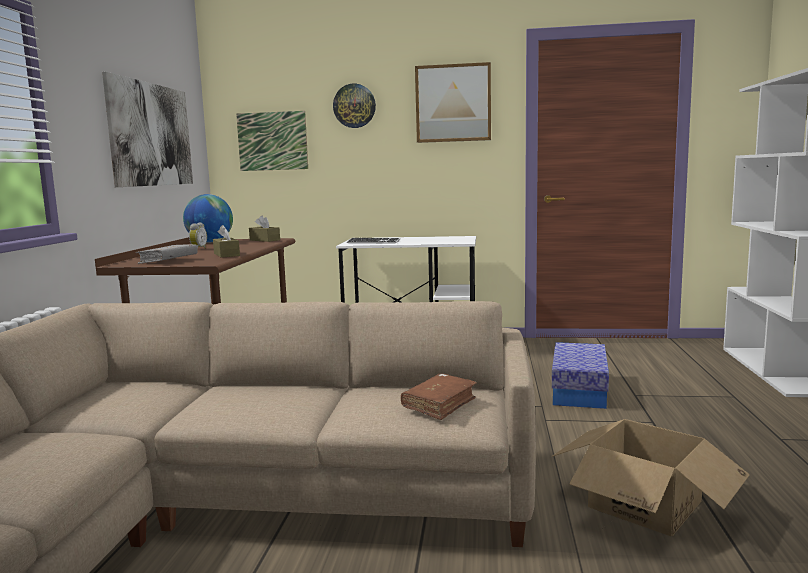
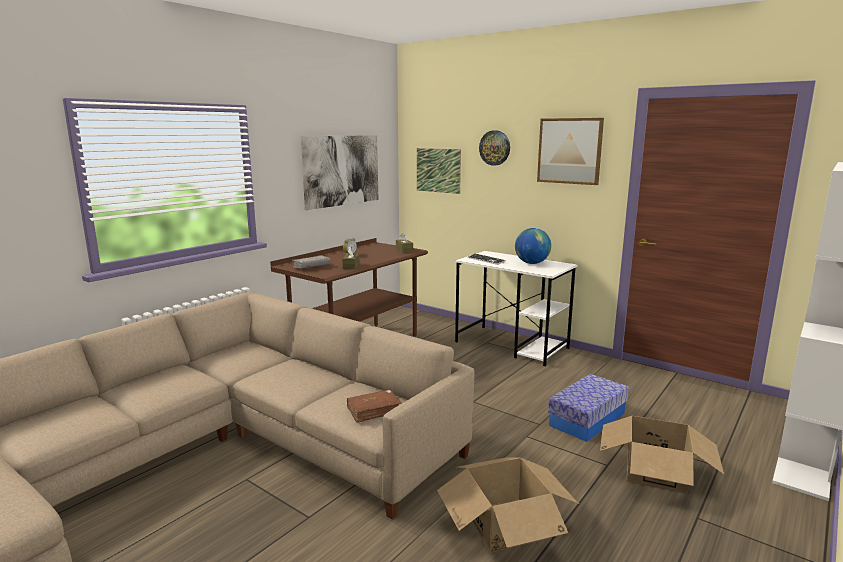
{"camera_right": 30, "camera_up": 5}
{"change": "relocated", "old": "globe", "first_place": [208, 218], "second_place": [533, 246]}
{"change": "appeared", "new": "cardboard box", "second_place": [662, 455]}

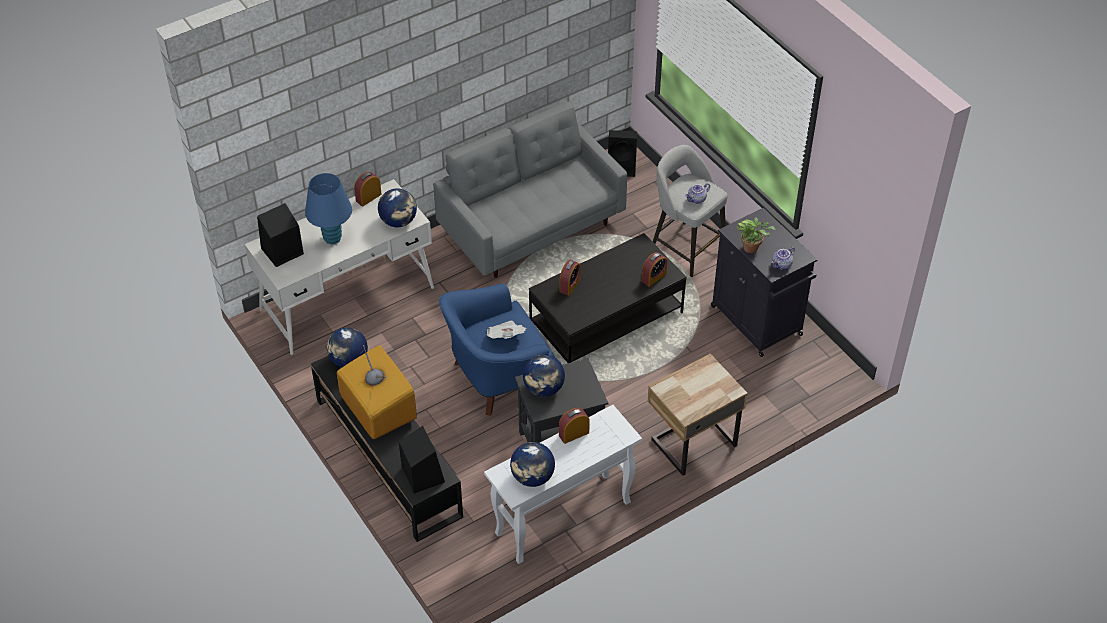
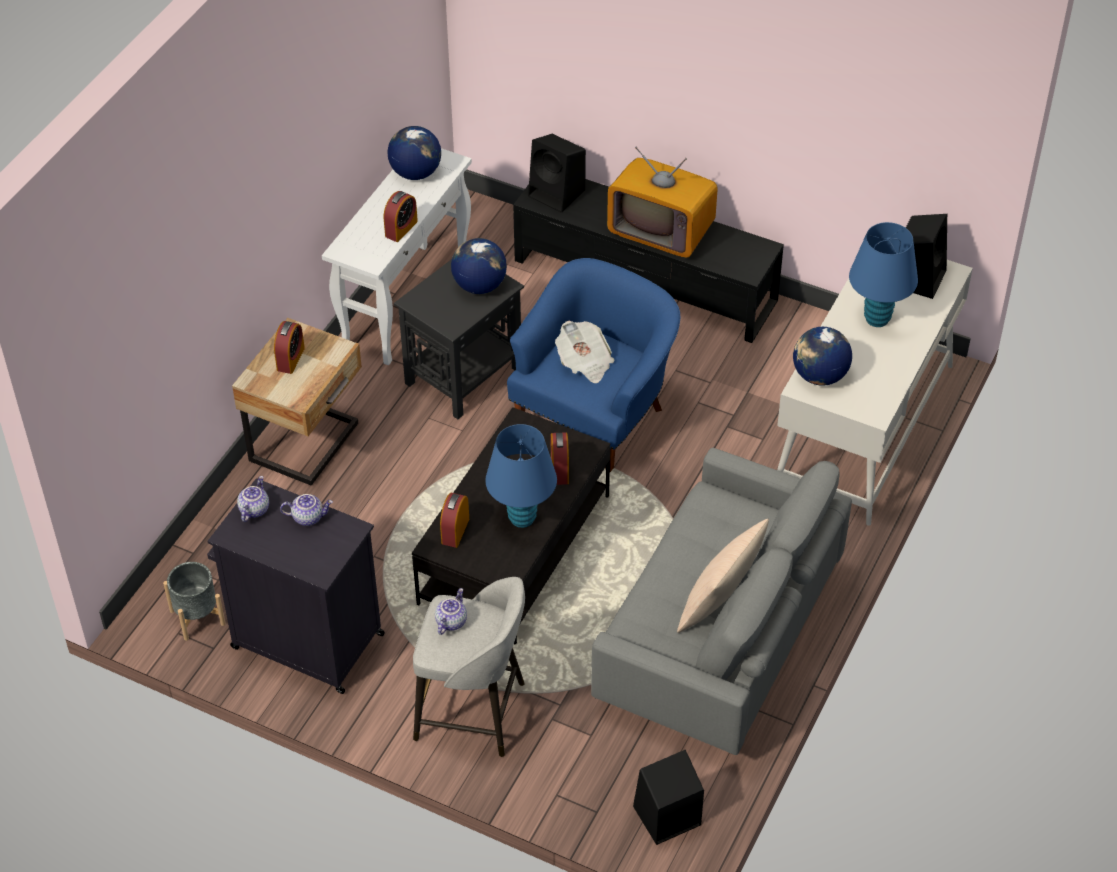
{"camera_right": 150, "camera_up": 0}
{"change": "relocated", "old": "alarm clock", "first_place": [368, 189], "second_place": [289, 347]}
{"change": "exchanged", "old": "potted plant", "new": "teapot", "first_place": [756, 235], "second_place": [306, 510]}
{"change": "missing", "old": "globe", "first_place": [347, 347]}
{"change": "appeared", "new": "blue table lamp", "second_place": [521, 476]}
{"change": "appeared", "new": "beige pillow", "second_place": [723, 576]}
{"change": "appeared", "new": "grey planter", "second_place": [194, 601]}

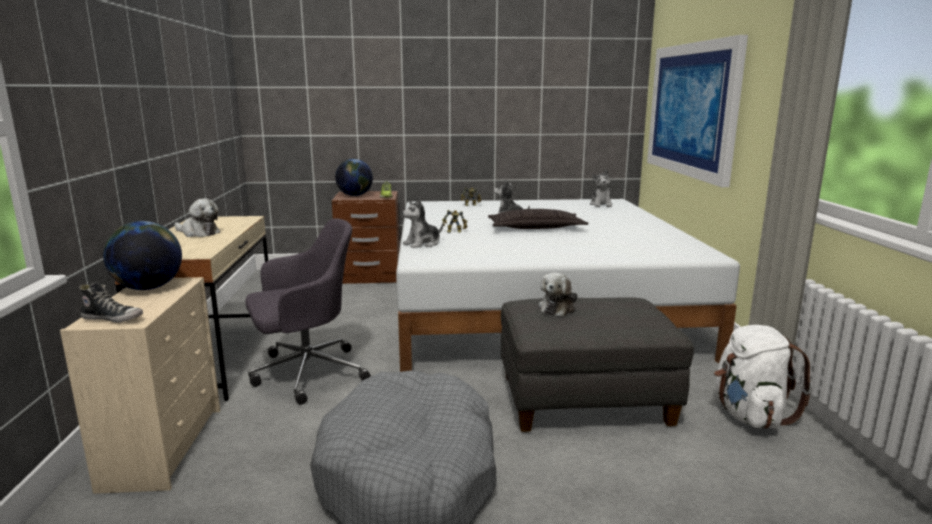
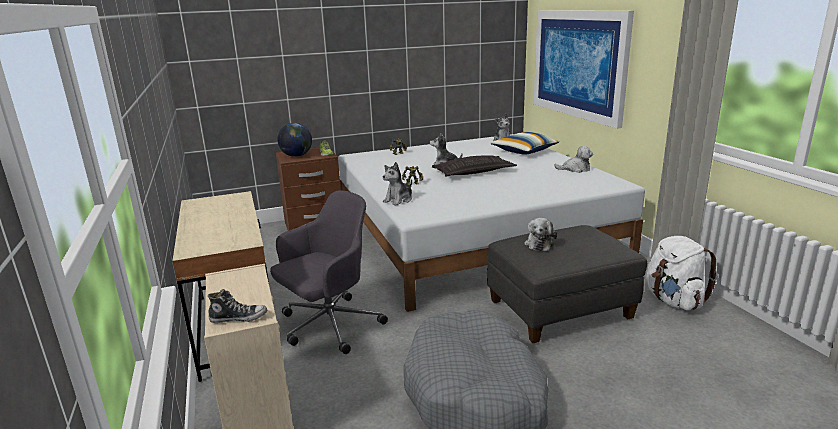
{"camera_right": -15, "camera_up": 5}
{"change": "relocated", "old": "plush toy", "first_place": [197, 218], "second_place": [573, 159]}
{"change": "missing", "old": "globe", "first_place": [142, 255]}
{"change": "appeared", "new": "pillow", "second_place": [524, 143]}

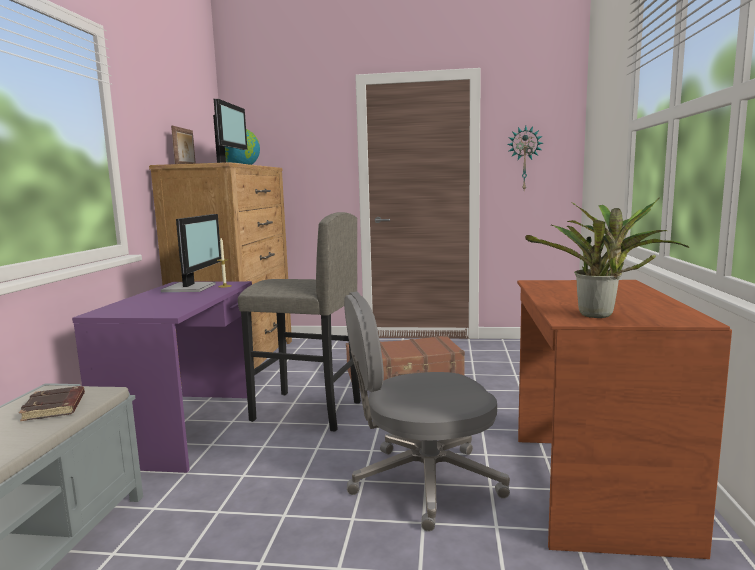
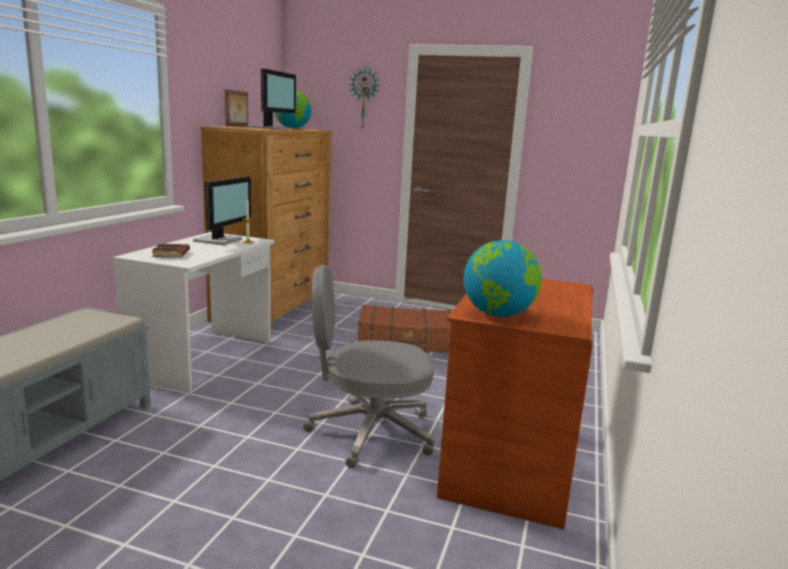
{"camera_right": 10, "camera_up": 5}
{"change": "relocated", "old": "wall clock", "first_place": [525, 158], "second_place": [364, 99]}
{"change": "exchanged", "old": "potted plant", "new": "globe", "first_place": [607, 257], "second_place": [502, 278]}
{"change": "missing", "old": "grey stool", "first_place": [299, 322]}
{"change": "colour", "old": "purple desk", "new": "white desk", "first_place": [162, 377], "second_place": [193, 312]}
{"change": "relocated", "old": "brown book", "first_place": [52, 403], "second_place": [171, 251]}

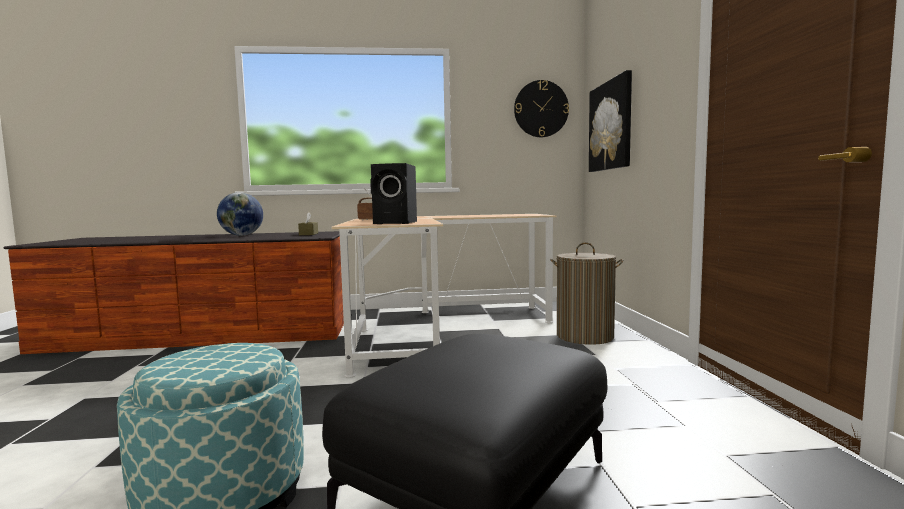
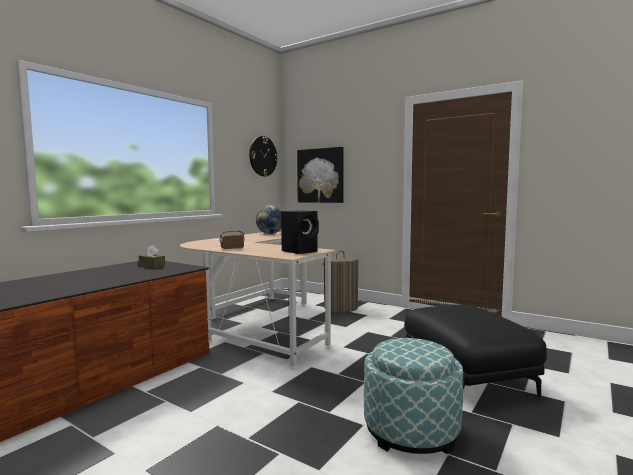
{"camera_right": -50, "camera_up": 0}
{"change": "relocated", "old": "globe", "first_place": [240, 214], "second_place": [268, 219]}

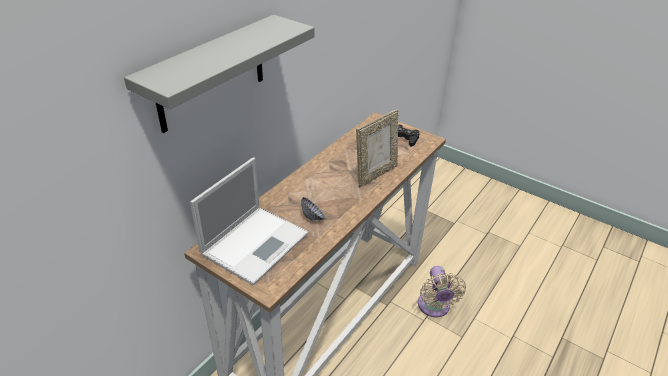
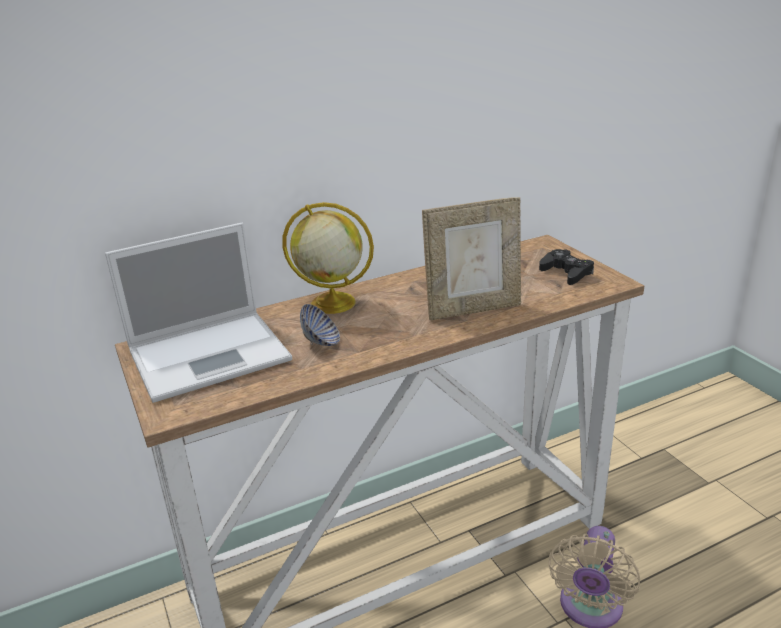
{"camera_right": 30, "camera_up": -10}
{"change": "missing", "old": "grey shelf", "first_place": [219, 74]}
{"change": "appeared", "new": "globe", "second_place": [328, 258]}

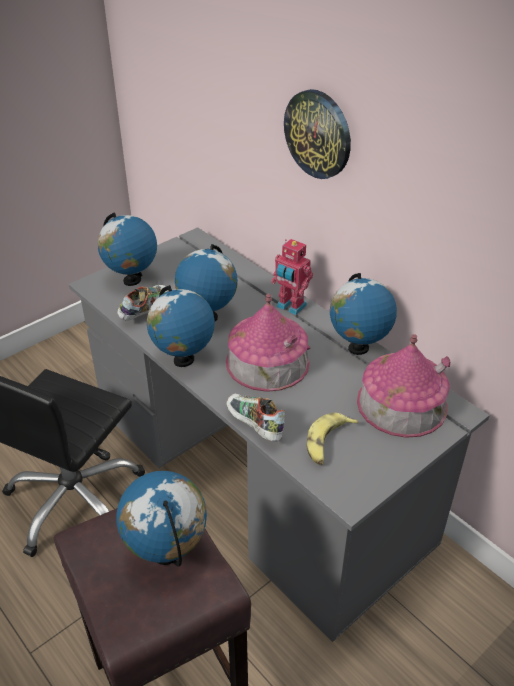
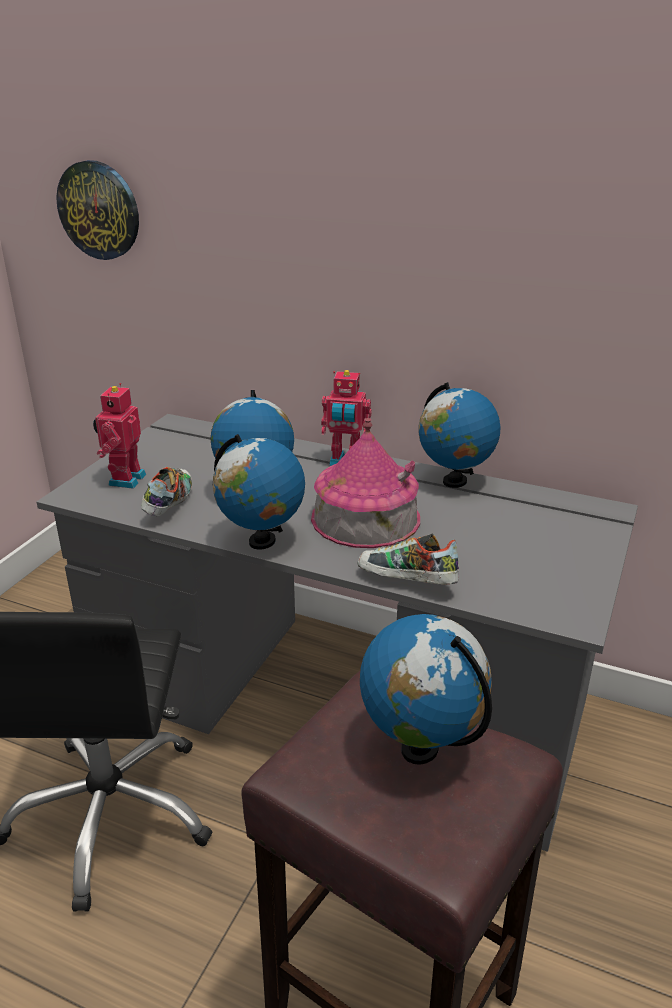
{"camera_right": -25, "camera_up": -10}
{"change": "relocated", "old": "wall clock", "first_place": [317, 134], "second_place": [97, 210]}
{"change": "exchanged", "old": "globe", "new": "toy robot", "first_place": [127, 249], "second_place": [119, 436]}
{"change": "missing", "old": "toy house", "first_place": [403, 386]}
{"change": "missing", "old": "banana", "first_place": [332, 439]}

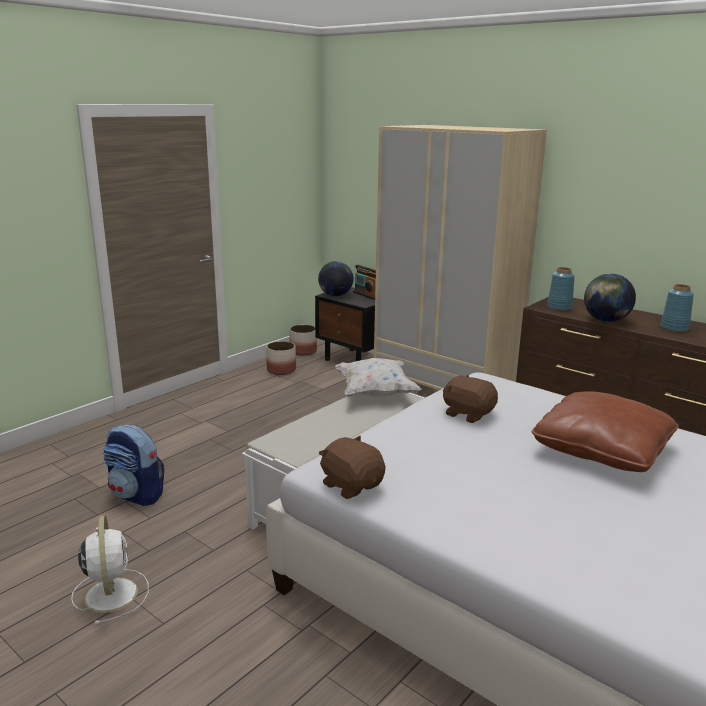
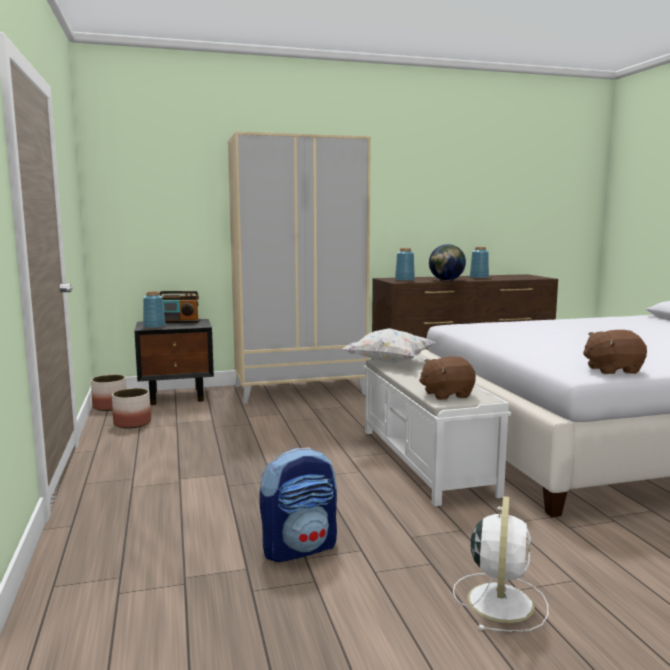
{"camera_right": -55, "camera_up": -10}
{"change": "exchanged", "old": "globe", "new": "blue vase", "first_place": [335, 278], "second_place": [154, 310]}
{"change": "relocated", "old": "brown plush toy", "first_place": [470, 399], "second_place": [447, 378]}
{"change": "missing", "old": "brown pillow", "first_place": [605, 432]}
{"change": "spun", "old": "white fan", "first_place": [110, 570], "second_place": [500, 564], "degrees": 90}

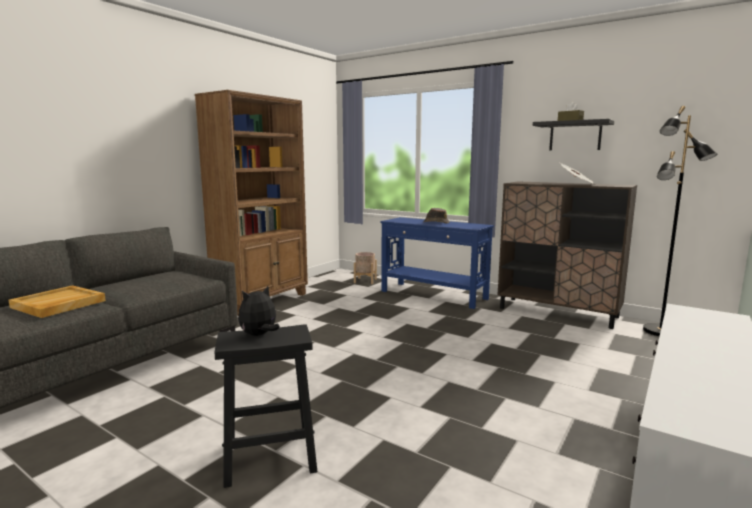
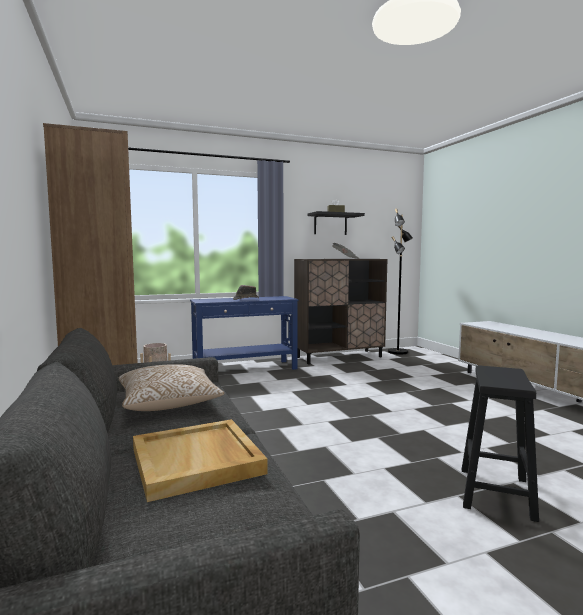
{"camera_right": -55, "camera_up": -5}
{"change": "missing", "old": "plush toy", "first_place": [259, 311]}
{"change": "appeared", "new": "pillow", "second_place": [171, 387]}

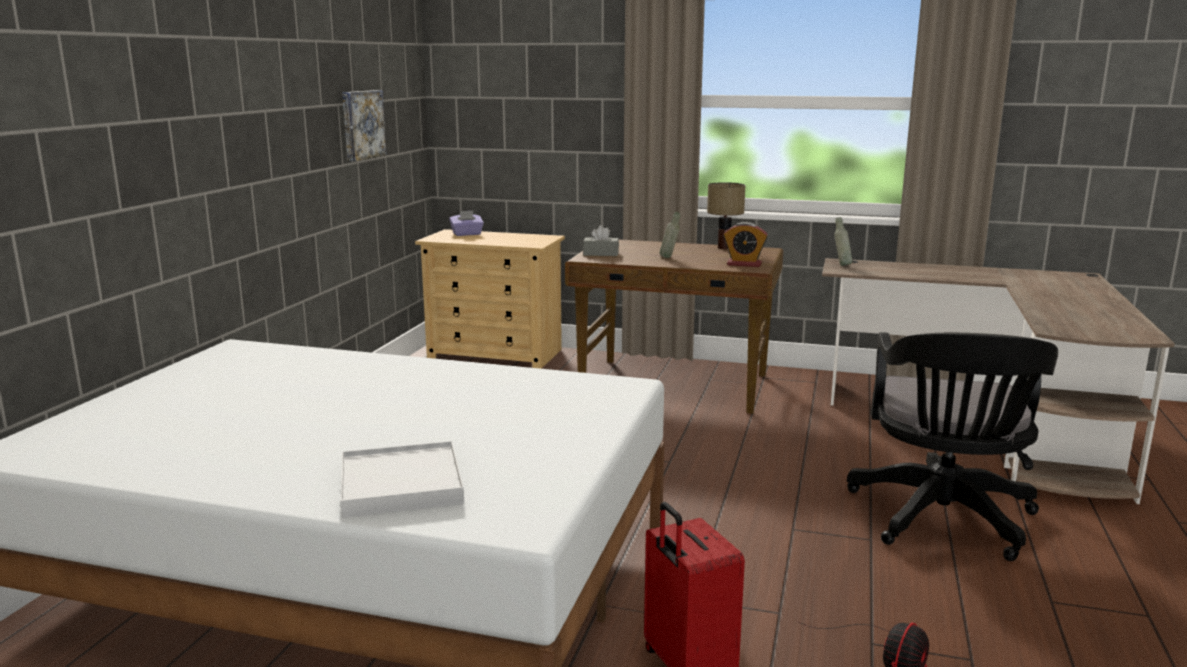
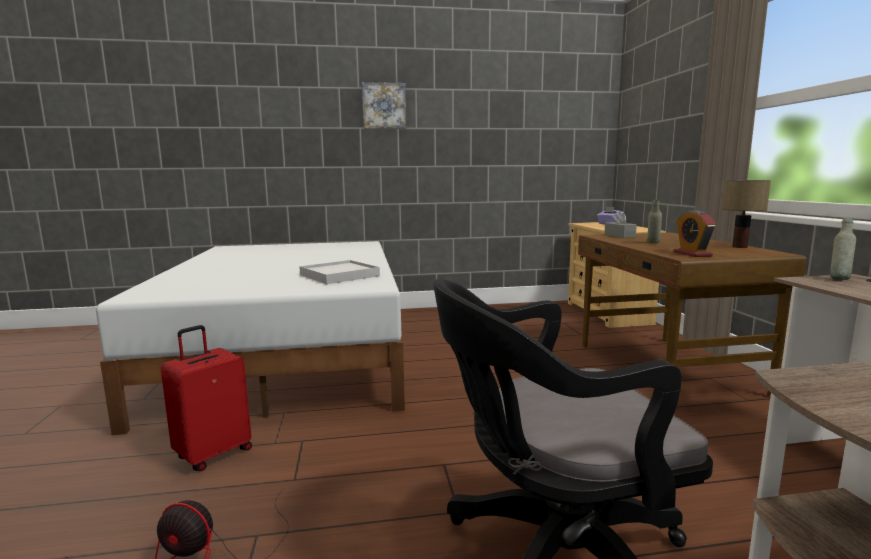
{"camera_right": 65, "camera_up": -5}
{"change": "relocated", "old": "picture", "first_place": [364, 125], "second_place": [384, 105]}
{"change": "relocated", "old": "white tray", "first_place": [402, 479], "second_place": [339, 272]}

